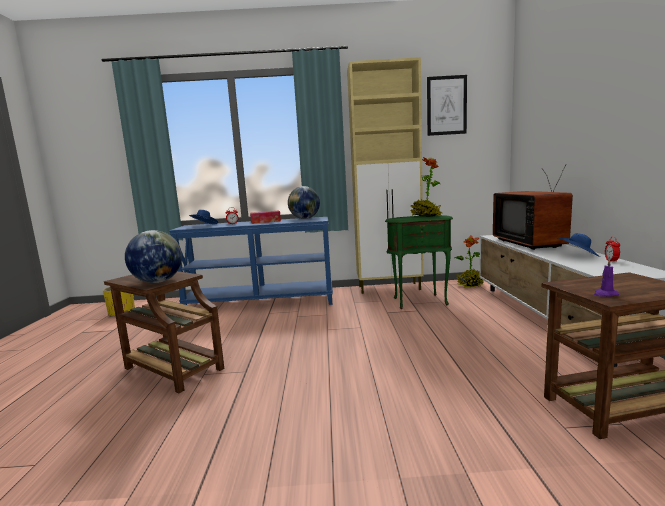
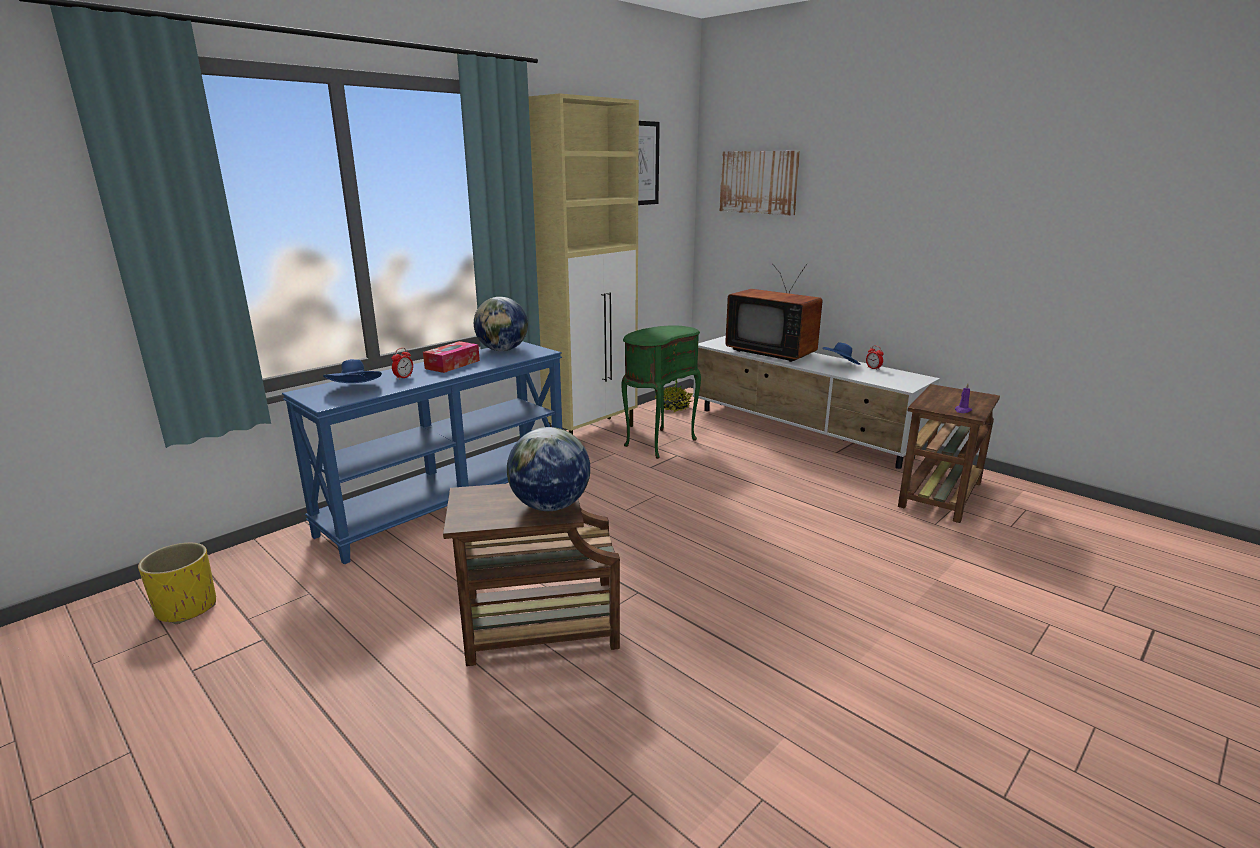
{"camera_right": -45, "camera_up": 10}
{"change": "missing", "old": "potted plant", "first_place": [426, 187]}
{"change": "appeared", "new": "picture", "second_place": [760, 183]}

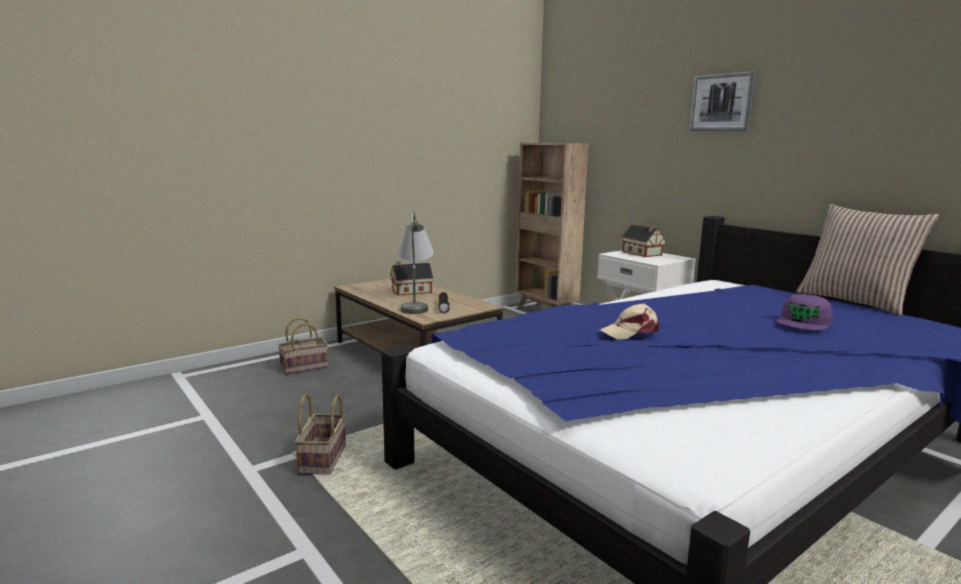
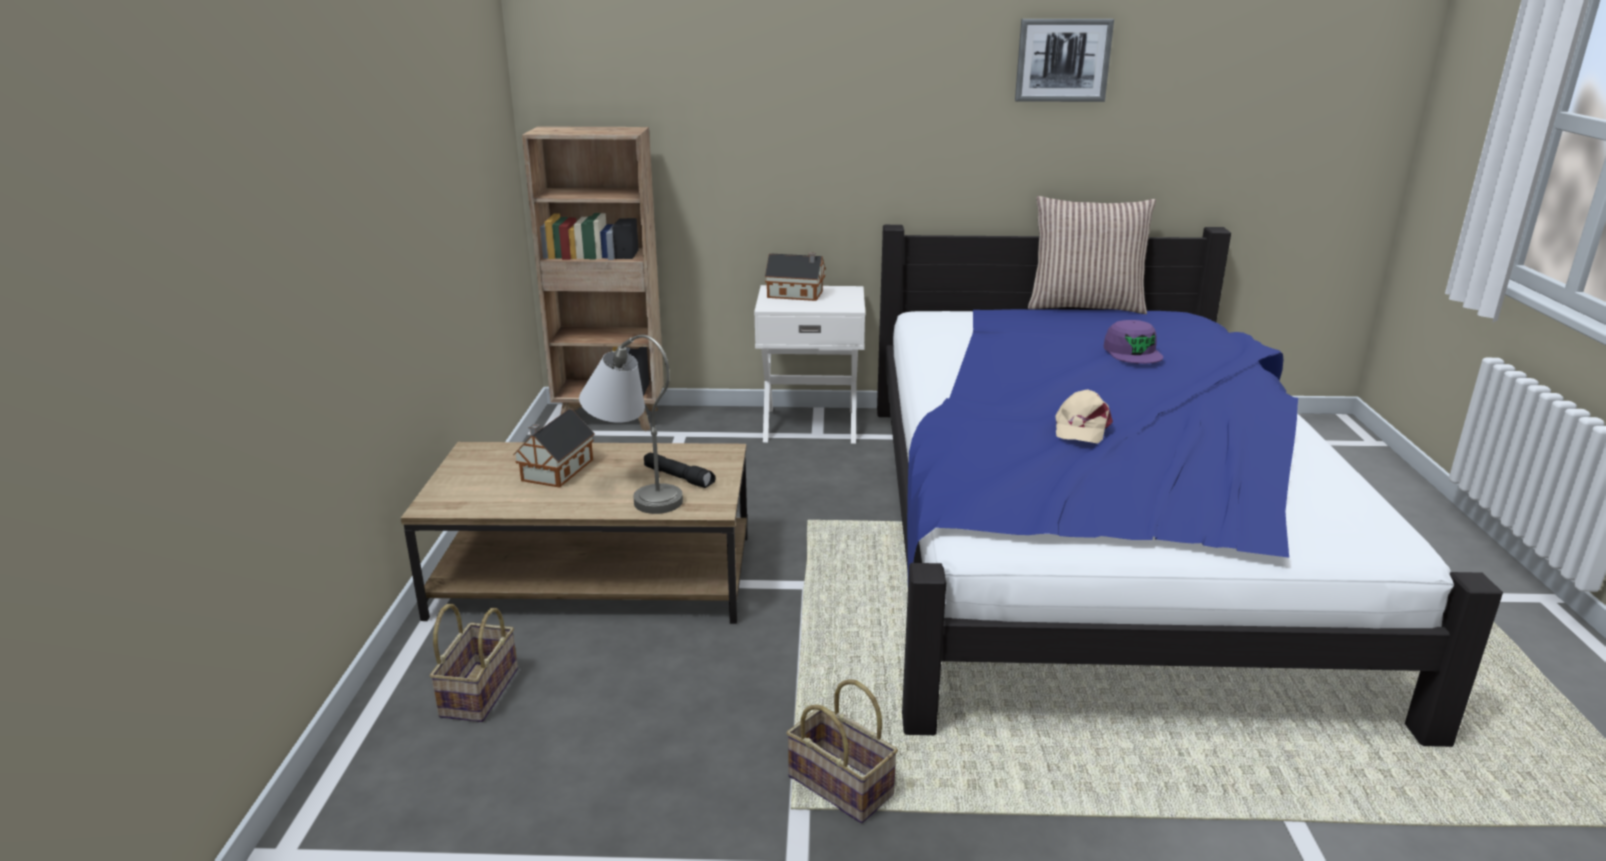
{"camera_right": -50, "camera_up": 10}
{"change": "relocated", "old": "picture", "first_place": [723, 101], "second_place": [1064, 60]}

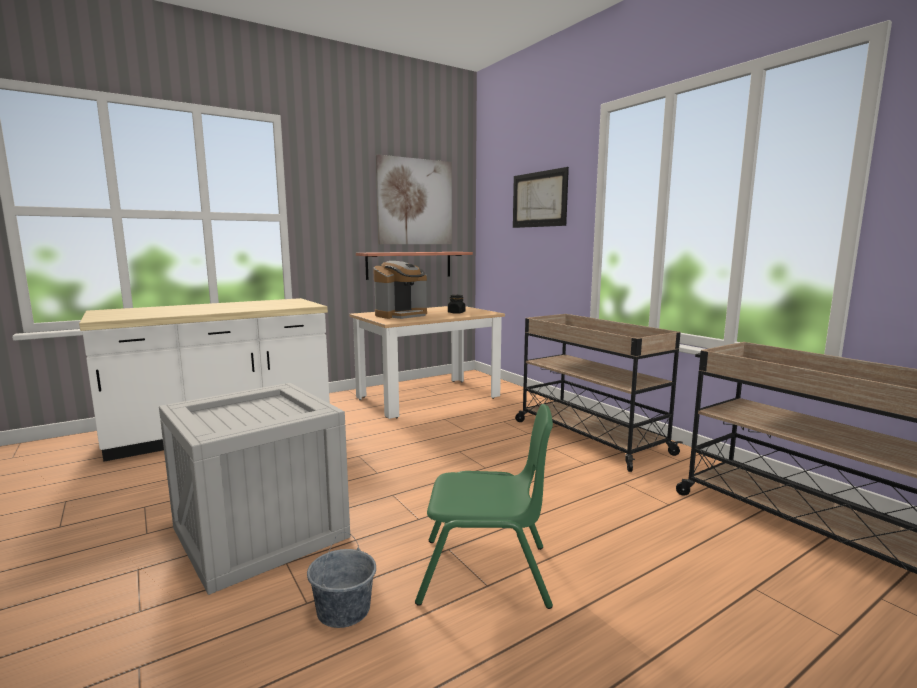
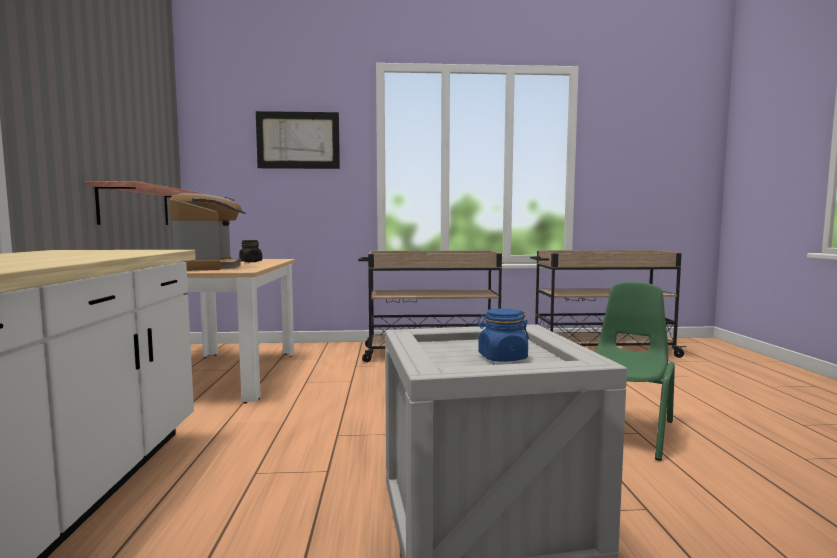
{"camera_right": -60, "camera_up": -5}
{"change": "missing", "old": "picture", "first_place": [414, 199]}
{"change": "missing", "old": "grey bucket", "first_place": [341, 580]}
{"change": "appeared", "new": "blue jar", "second_place": [502, 335]}

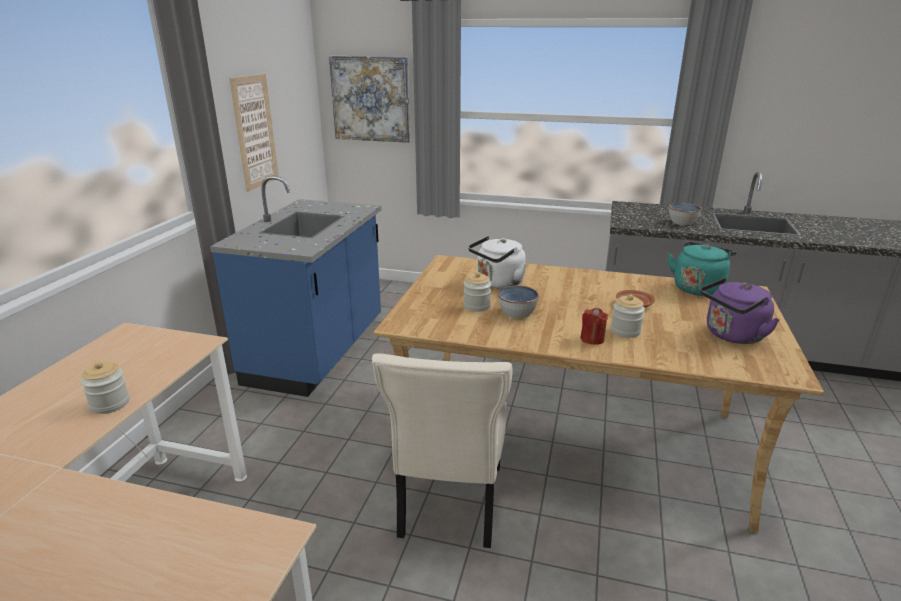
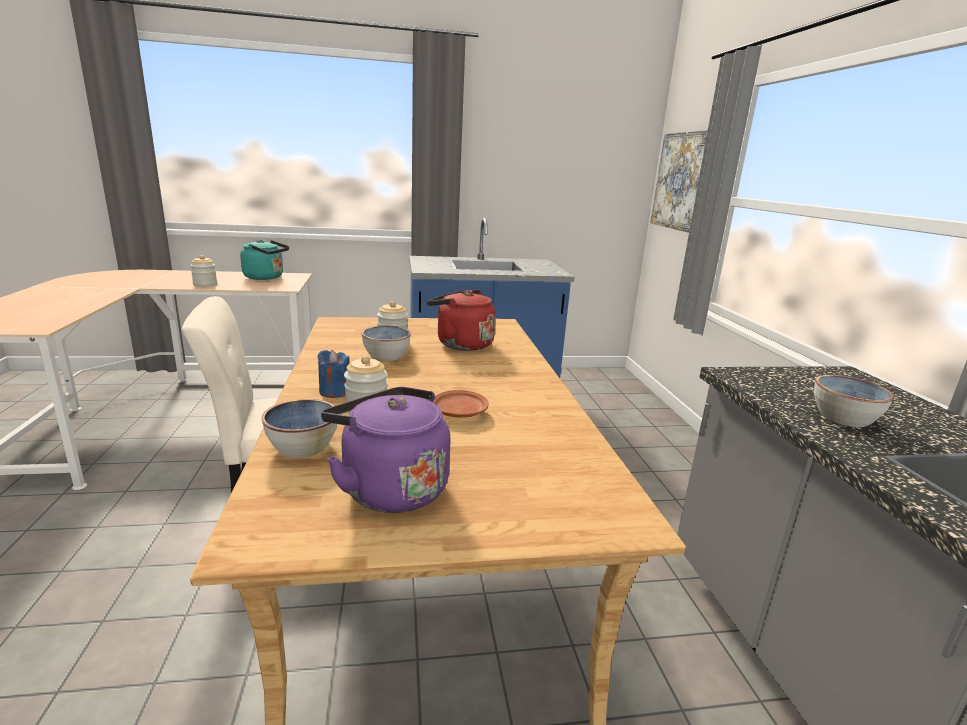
{"camera_right": 65, "camera_up": -5}
{"change": "missing", "old": "picture", "first_place": [254, 133]}
{"change": "colour", "old": "white kettle", "new": "red kettle", "first_place": [497, 262], "second_place": [461, 320]}
{"change": "relocated", "old": "turquoise kettle", "first_place": [702, 269], "second_place": [264, 259]}
{"change": "colour", "old": "red candle", "new": "blue candle", "first_place": [594, 326], "second_place": [333, 374]}
{"change": "appeared", "new": "bowl", "second_place": [299, 428]}

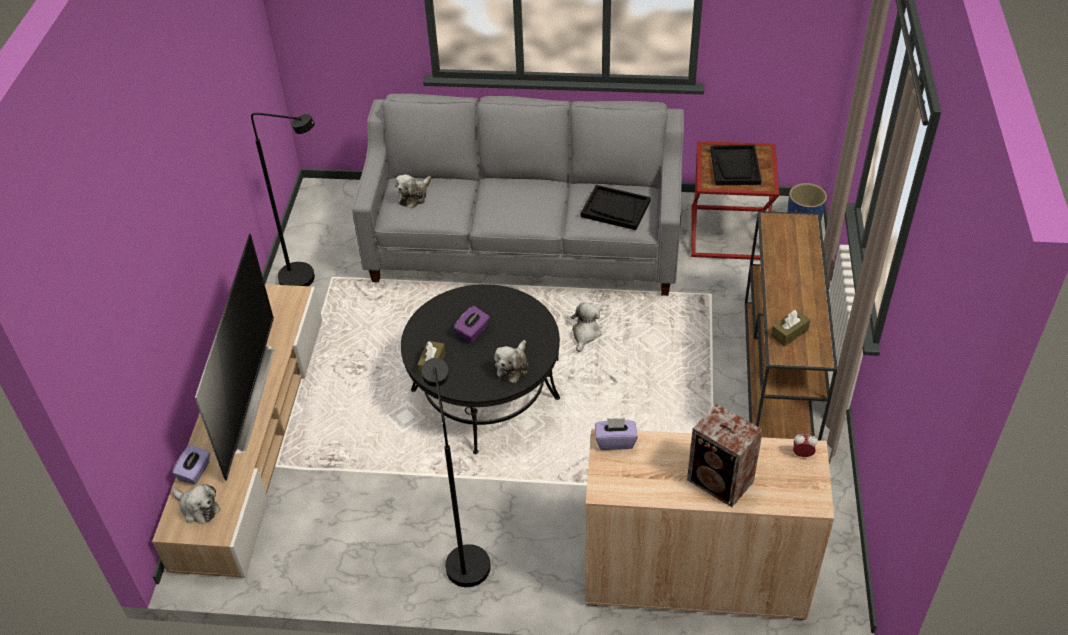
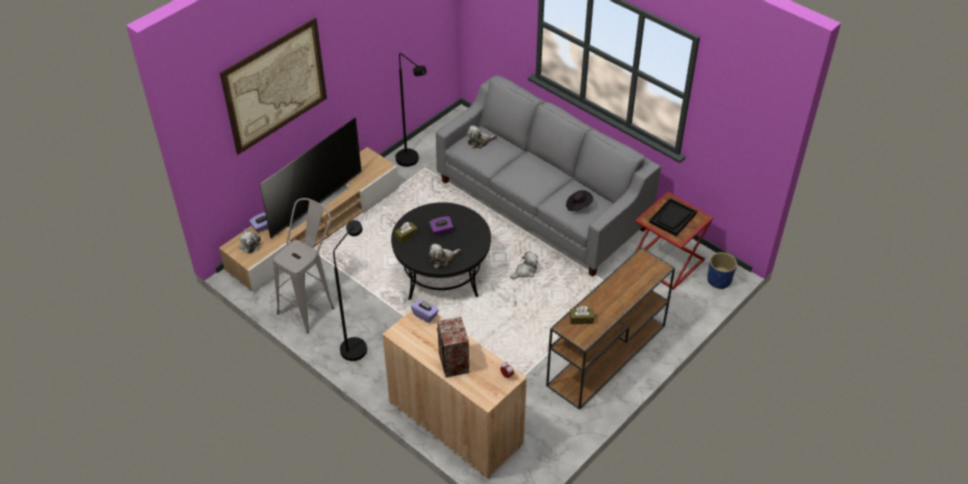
{"camera_right": 35, "camera_up": 0}
{"change": "exchanged", "old": "black tray", "new": "black hat", "first_place": [616, 207], "second_place": [579, 200]}
{"change": "appeared", "new": "picture", "second_place": [273, 86]}
{"change": "appeared", "new": "grey stool", "second_place": [304, 265]}

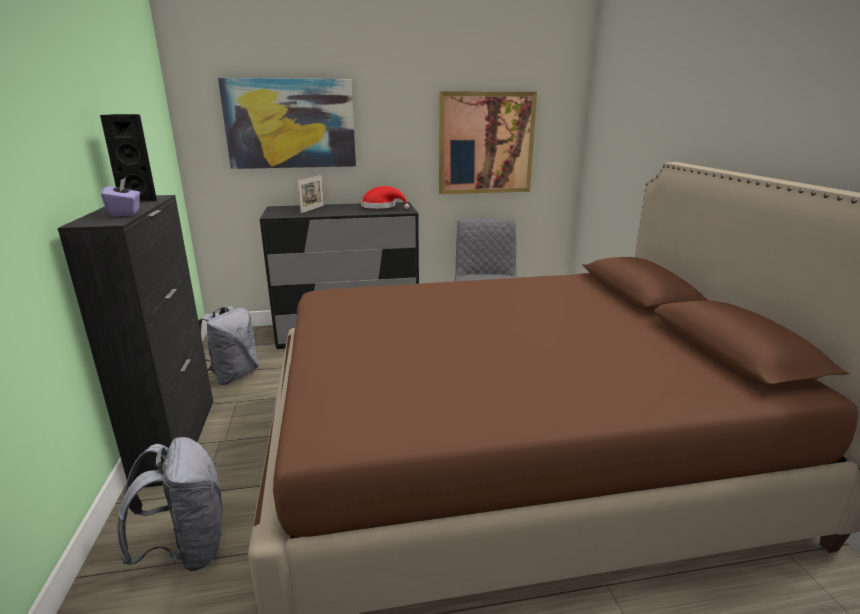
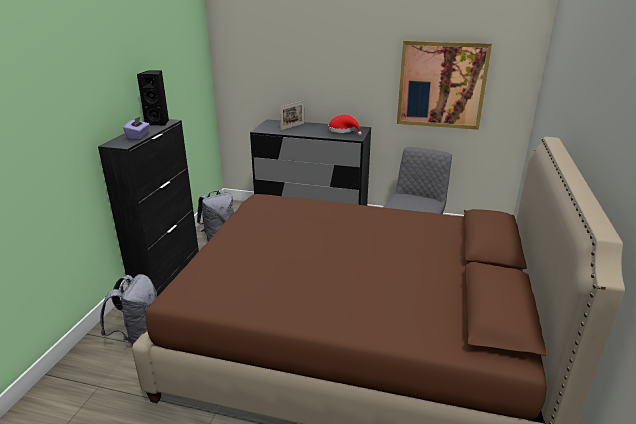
{"camera_right": 25, "camera_up": 5}
{"change": "missing", "old": "picture", "first_place": [287, 123]}

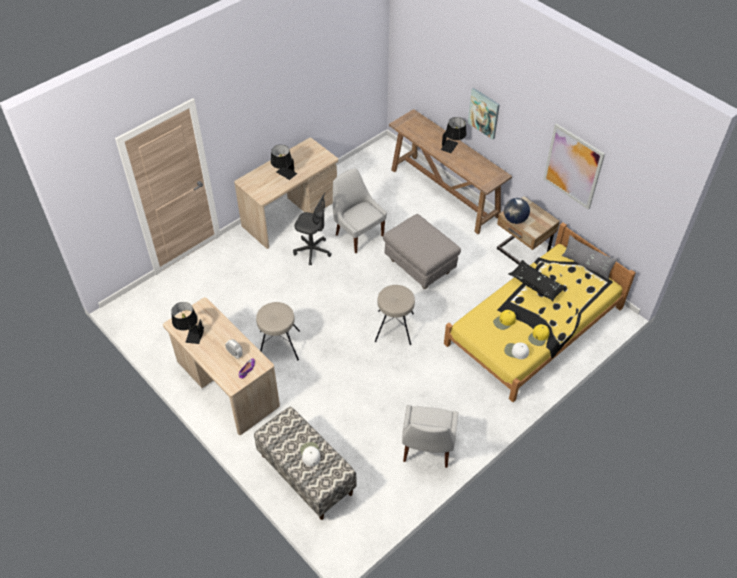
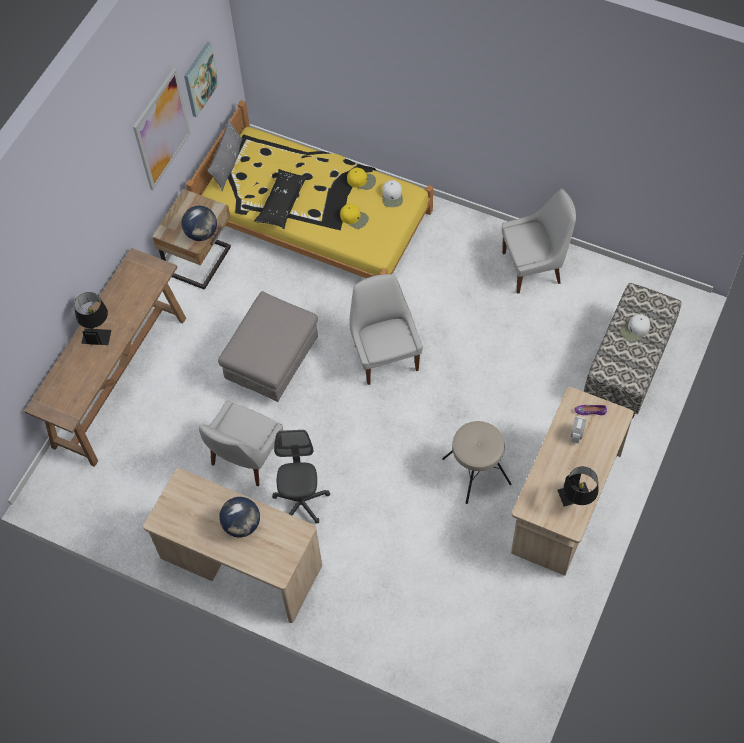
{"camera_right": -110, "camera_up": 10}
{"change": "relocated", "old": "picture", "first_place": [484, 114], "second_place": [201, 79]}
{"change": "exchanged", "old": "black table lamp", "new": "globe", "first_place": [284, 162], "second_place": [239, 517]}
{"change": "exchanged", "old": "beige stool", "new": "white chair", "first_place": [395, 315], "second_place": [386, 329]}

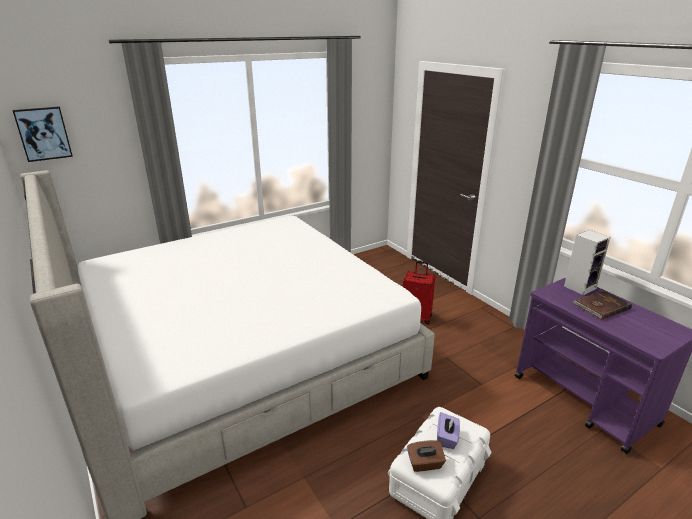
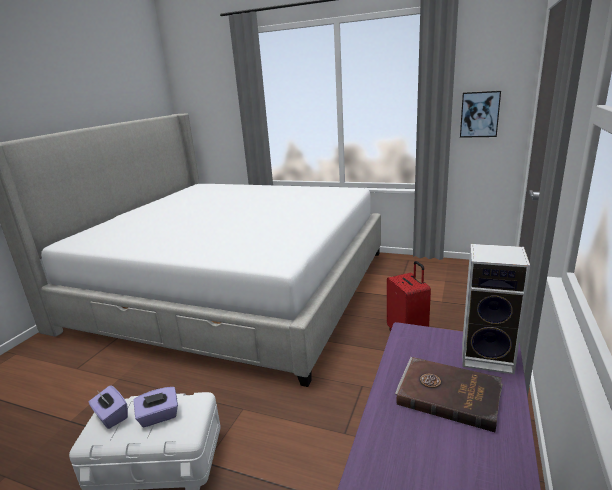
{"camera_right": 55, "camera_up": -5}
{"change": "relocated", "old": "picture", "first_place": [42, 134], "second_place": [480, 114]}
{"change": "colour", "old": "brown tissue box", "new": "purple tissue box", "first_place": [426, 456], "second_place": [108, 407]}

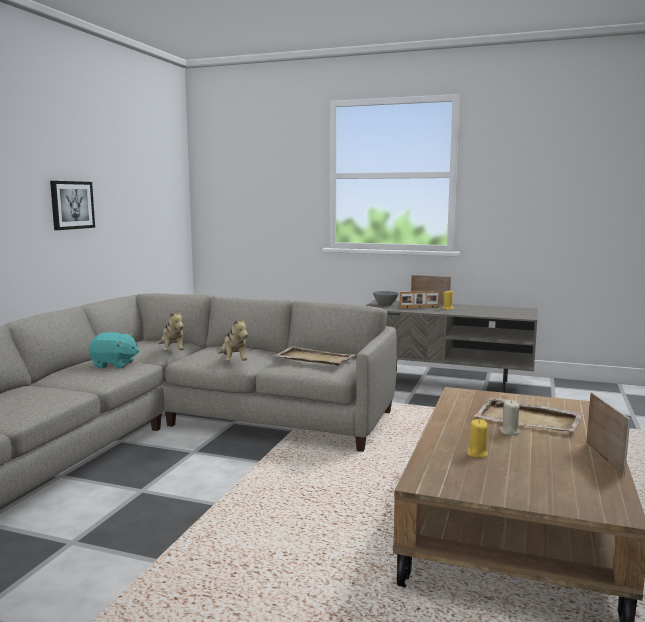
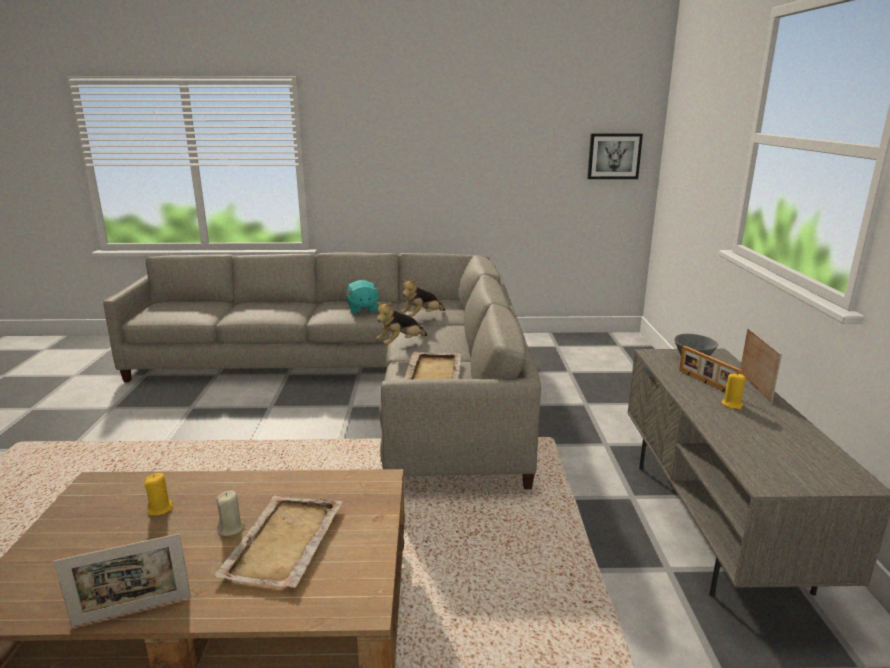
{"camera_right": 70, "camera_up": 10}
{"change": "relocated", "old": "picture", "first_place": [72, 205], "second_place": [615, 156]}

